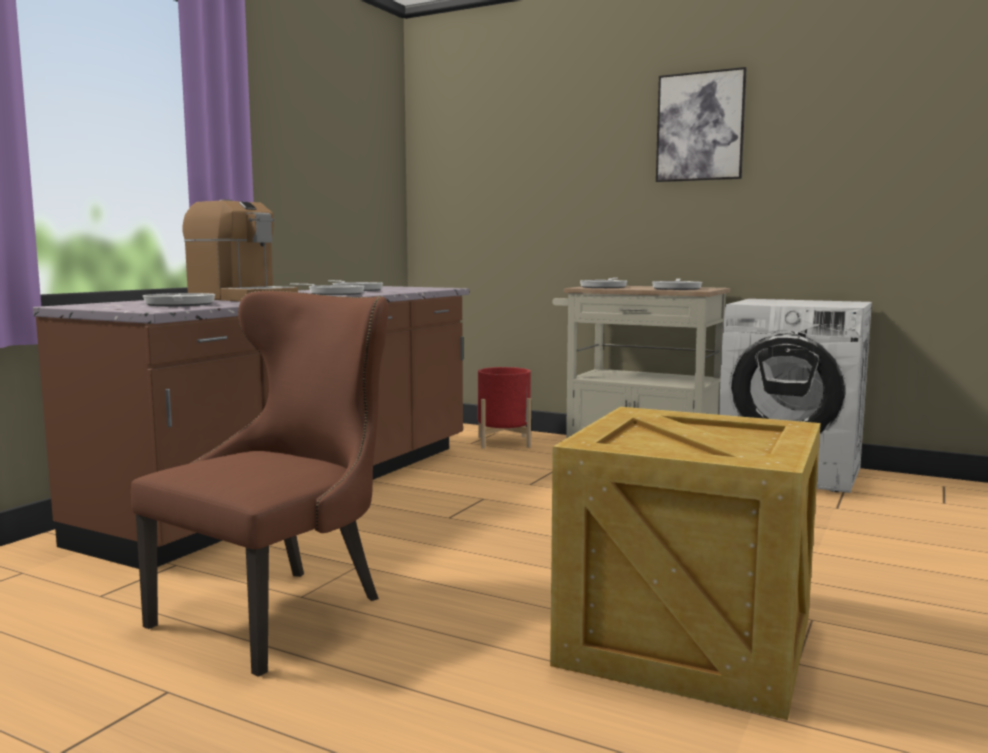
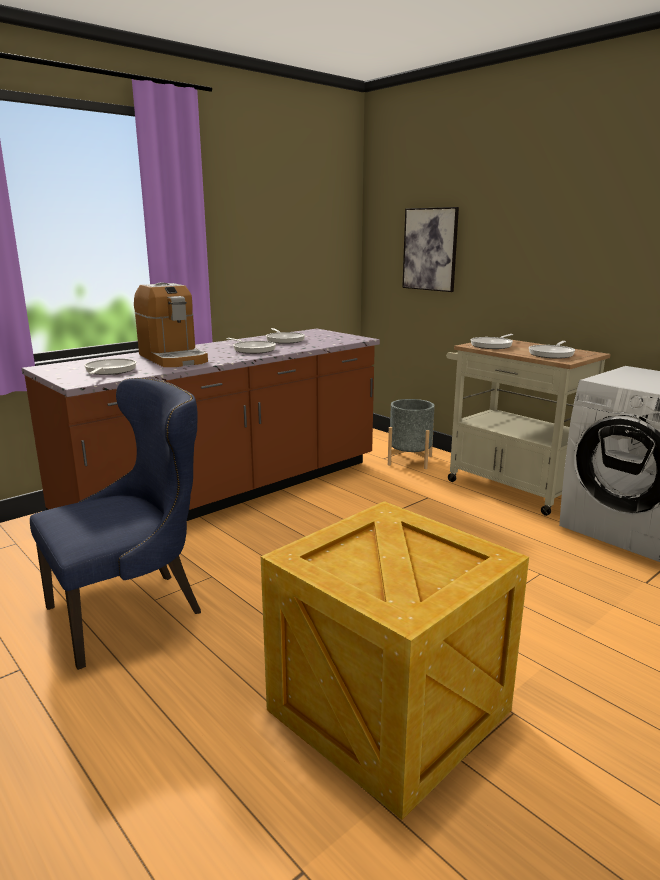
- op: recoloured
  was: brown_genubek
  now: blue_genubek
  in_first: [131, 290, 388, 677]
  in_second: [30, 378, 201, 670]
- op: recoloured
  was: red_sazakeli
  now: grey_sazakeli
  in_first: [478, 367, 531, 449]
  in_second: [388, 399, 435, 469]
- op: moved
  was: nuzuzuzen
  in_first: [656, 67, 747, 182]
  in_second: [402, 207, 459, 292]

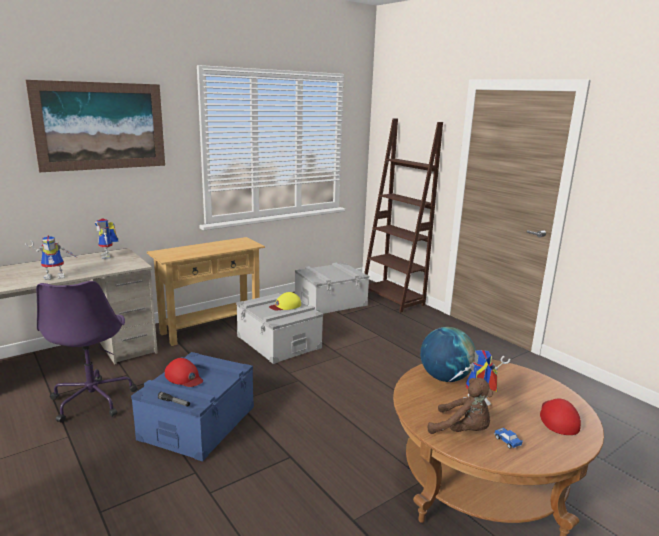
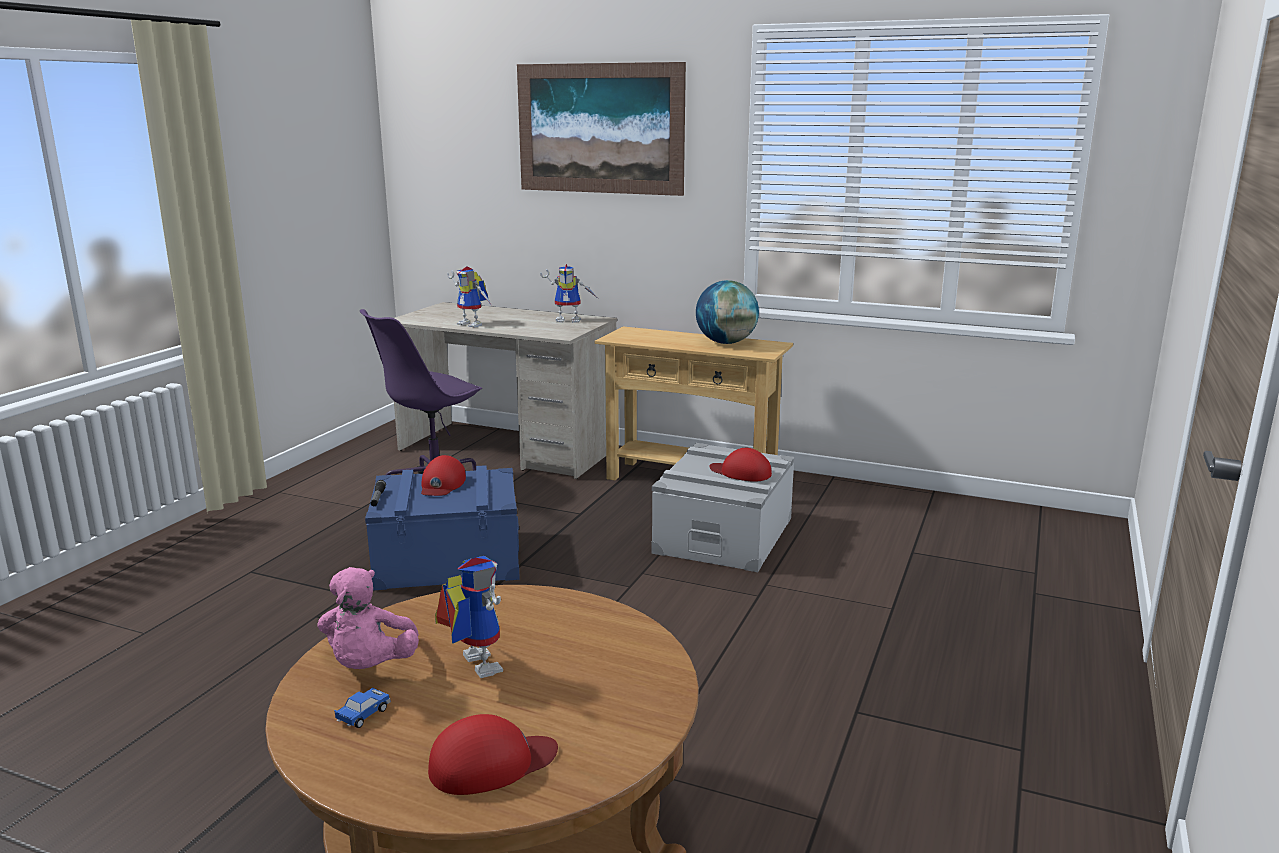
- op: turned
  was: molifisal
  in_first: [95, 218, 119, 259]
  in_second: [540, 264, 598, 322]
  clockwise: -120
- op: recoloured
  was: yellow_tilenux
  now: red_tilenux
  in_first: [269, 292, 301, 310]
  in_second: [709, 448, 772, 482]
- op: removed
  was: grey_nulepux
  in_first: [295, 263, 369, 314]
- op: removed
  was: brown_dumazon
  in_first: [364, 118, 443, 313]
- op: moved
  was: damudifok
  in_first: [420, 327, 476, 382]
  in_second: [696, 280, 759, 344]
- op: recoloured
  was: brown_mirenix
  now: pink_mirenix
  in_first: [428, 378, 493, 434]
  in_second: [317, 567, 419, 669]

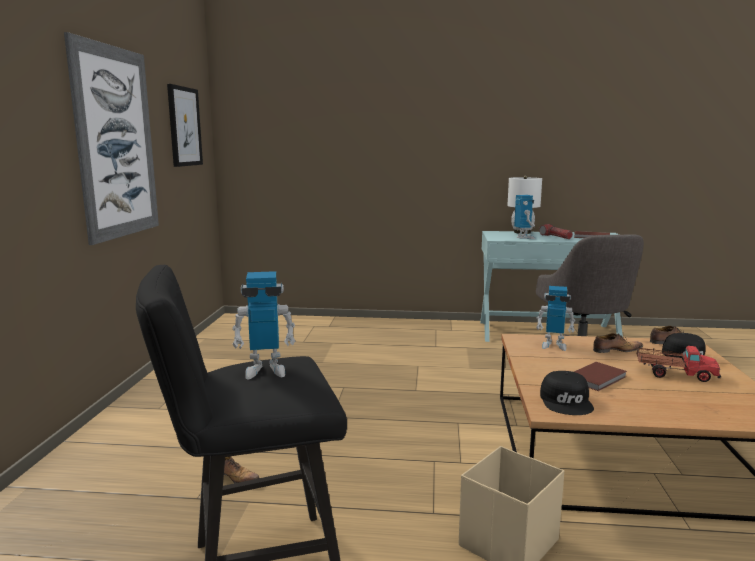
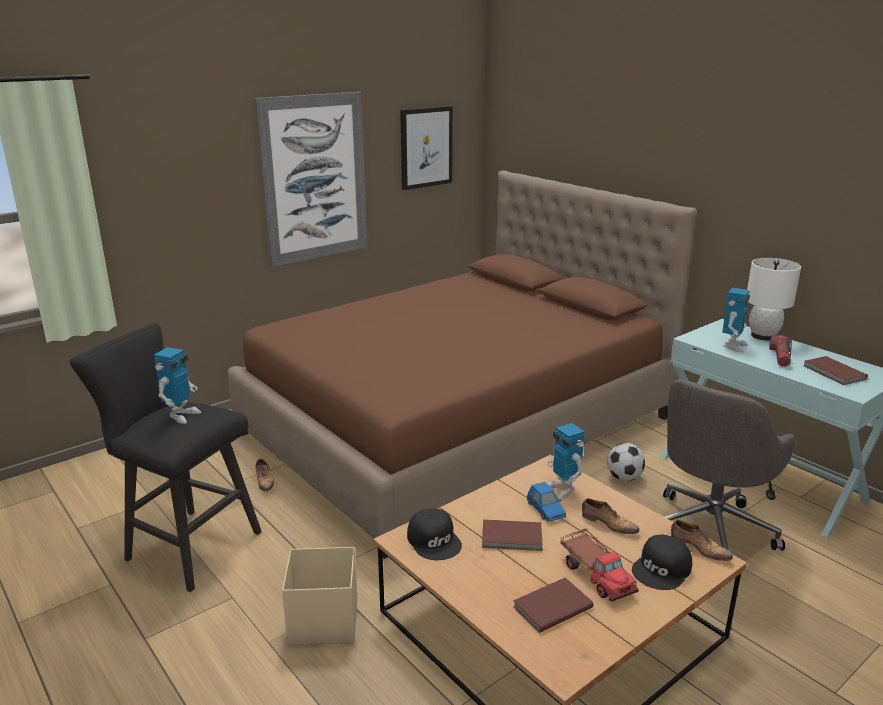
- op: turned
  was: molifisal
  in_first: [232, 271, 295, 379]
  in_second: [154, 347, 201, 424]
  clockwise: -105
- op: turned
  was: black_tilenux
  in_first: [540, 371, 594, 415]
  in_second: [407, 508, 462, 560]
  clockwise: -75
- op: added
  now: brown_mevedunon
  in_second: [228, 171, 697, 559]
- op: added
  now: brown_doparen
  in_second: [513, 577, 593, 633]
- op: added
  now: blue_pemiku
  in_second: [527, 482, 566, 522]
- op: added
  now: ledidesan
  in_second: [607, 443, 645, 481]

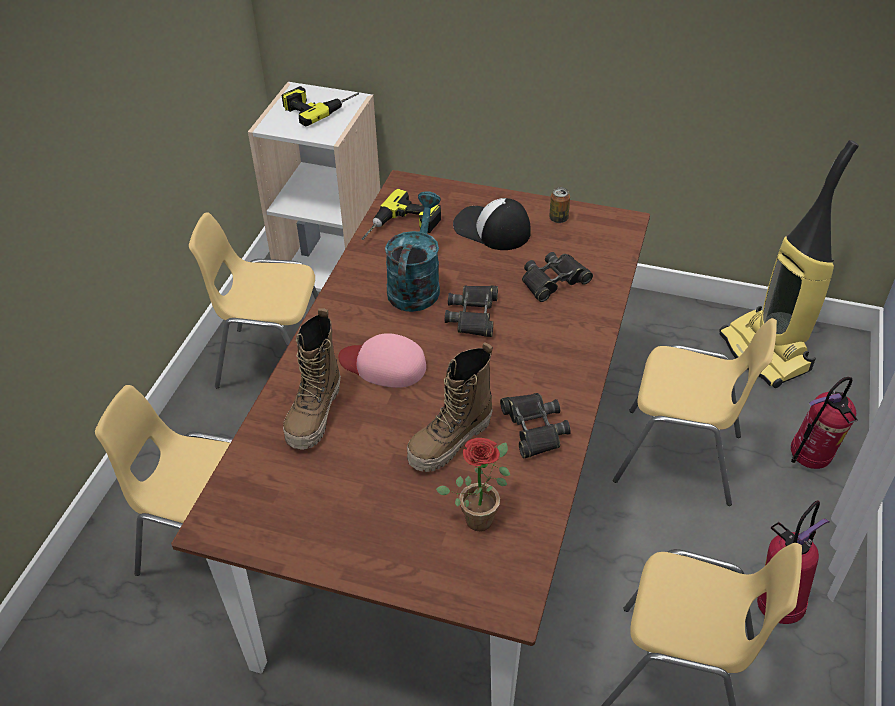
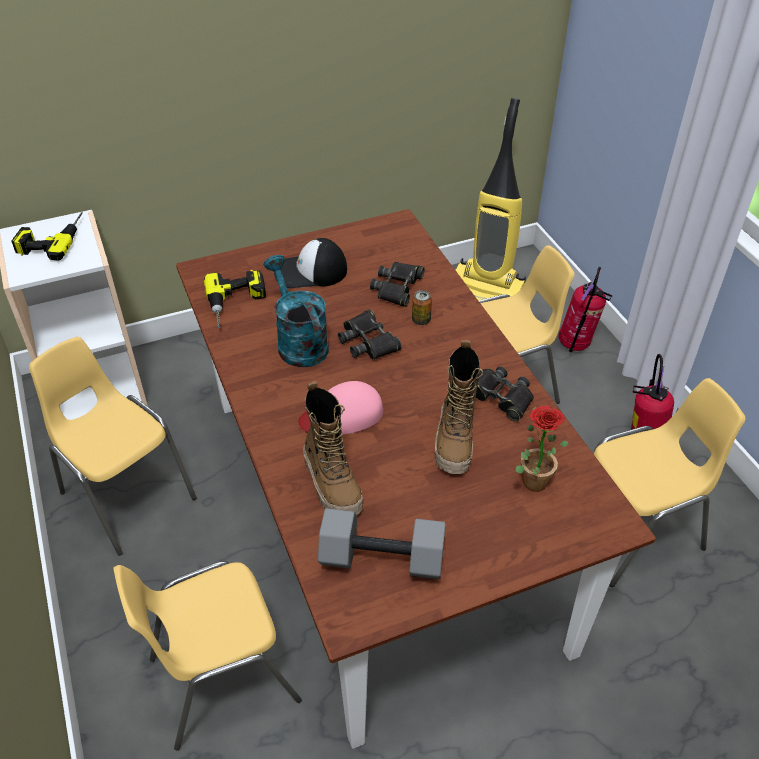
- op: turned
  was: yellow_genubek
  in_first: [189, 212, 318, 388]
  in_second: [29, 337, 197, 556]
  clockwise: 75
- op: moved
  was: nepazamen
  in_first: [549, 187, 570, 223]
  in_second: [412, 290, 432, 325]
- op: added
  now: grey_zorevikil
  in_second: [318, 508, 446, 579]

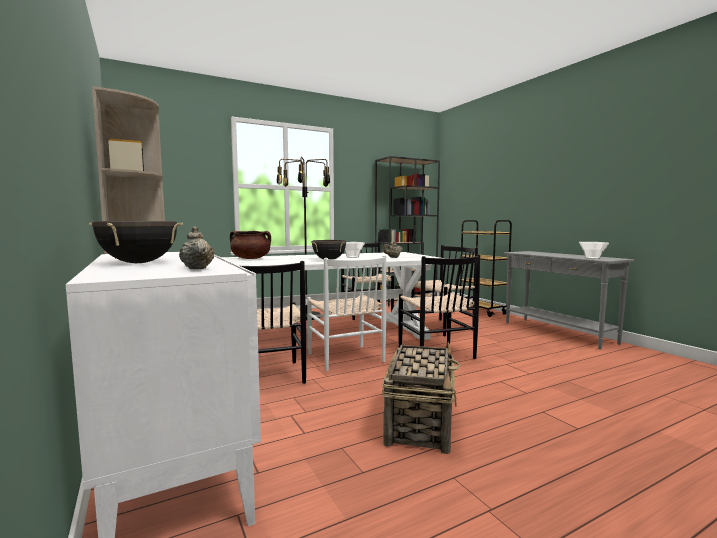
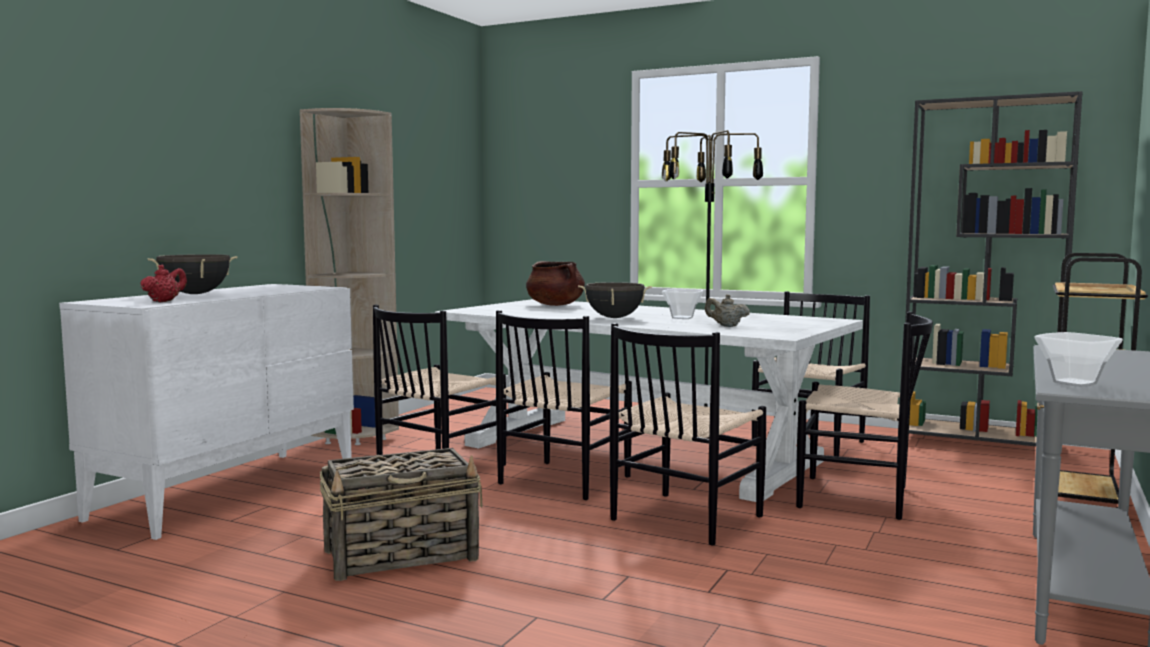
- op: recoloured
  was: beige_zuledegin
  now: red_zuledegin
  in_first: [179, 226, 215, 269]
  in_second: [140, 264, 187, 302]
- op: recoloured
  was: white_genubek
  now: black_genubek
  in_first: [307, 256, 386, 372]
  in_second: [496, 310, 632, 500]

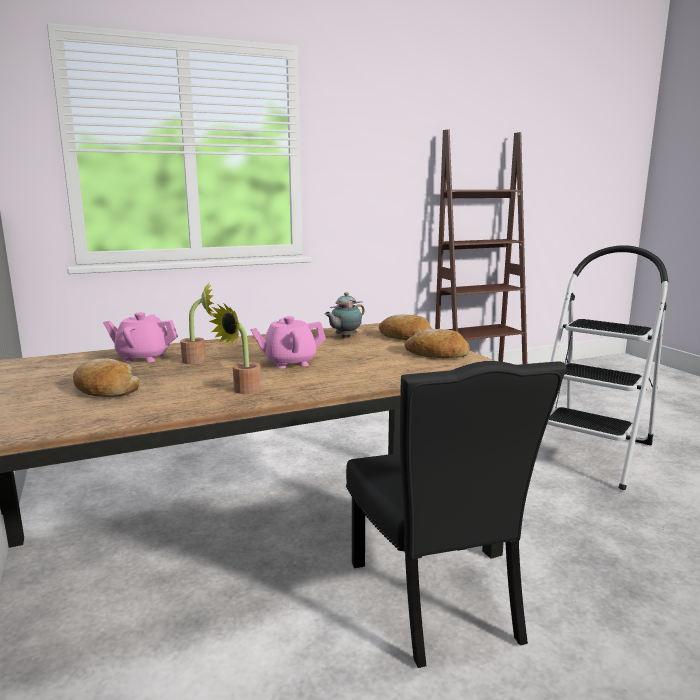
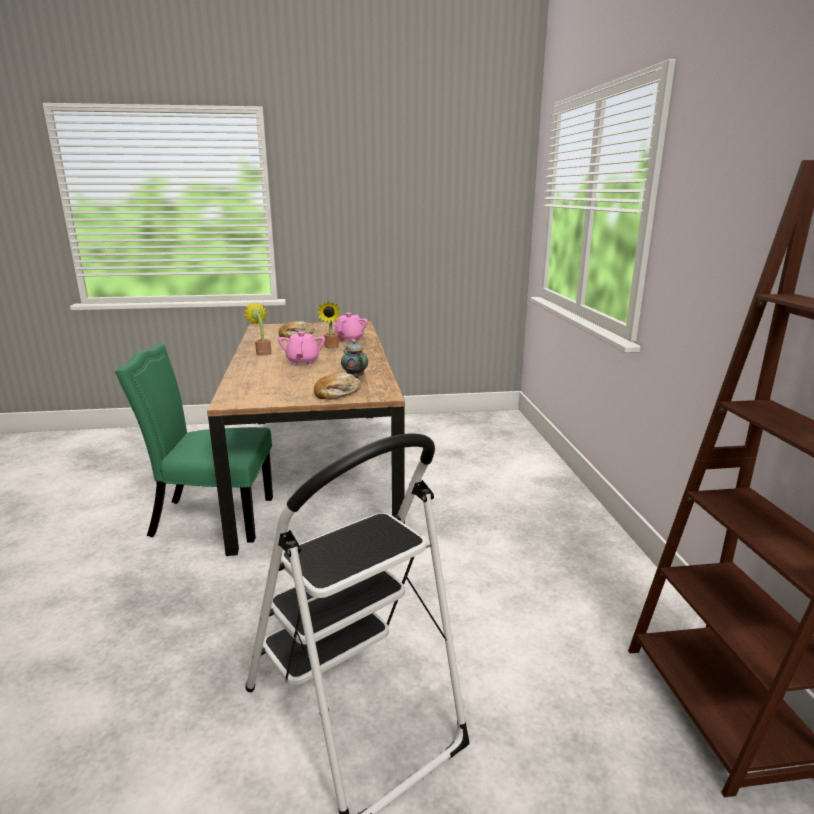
- op: recoloured
  was: black_genubek
  now: green_genubek
  in_first: [346, 361, 566, 668]
  in_second: [115, 343, 273, 543]
- op: removed
  was: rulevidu
  in_first: [404, 329, 470, 358]

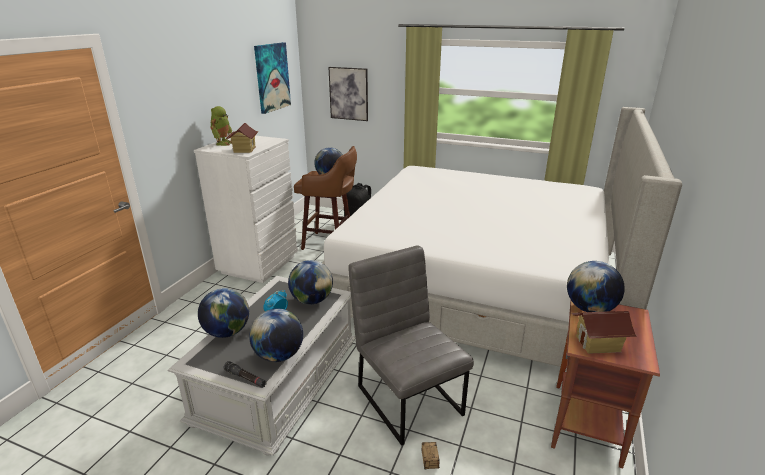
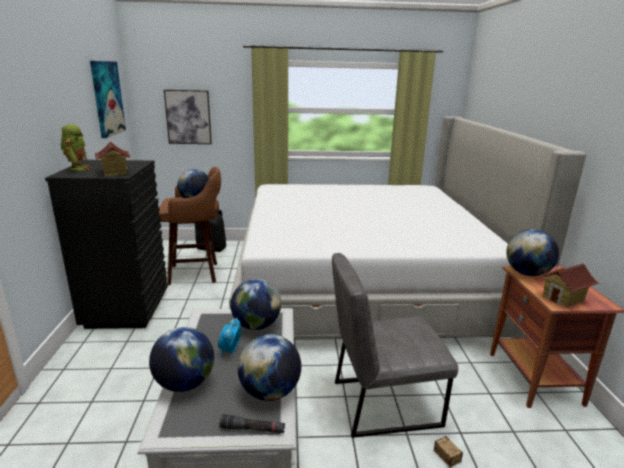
- op: recoloured
  was: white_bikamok
  now: black_bikamok
  in_first: [194, 136, 298, 283]
  in_second: [45, 160, 168, 329]
- op: turned
  was: grey_genubek
  in_first: [348, 245, 474, 446]
  in_second: [332, 253, 458, 438]
  clockwise: -45

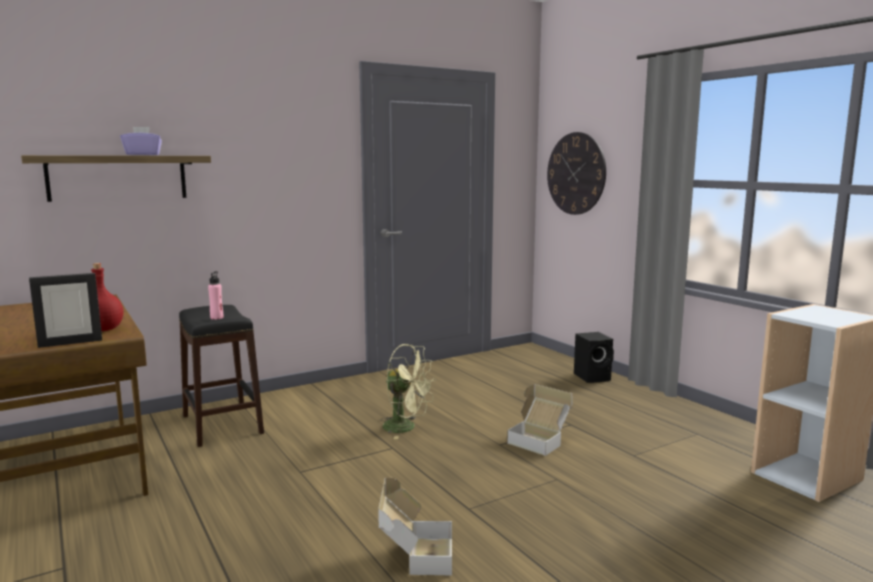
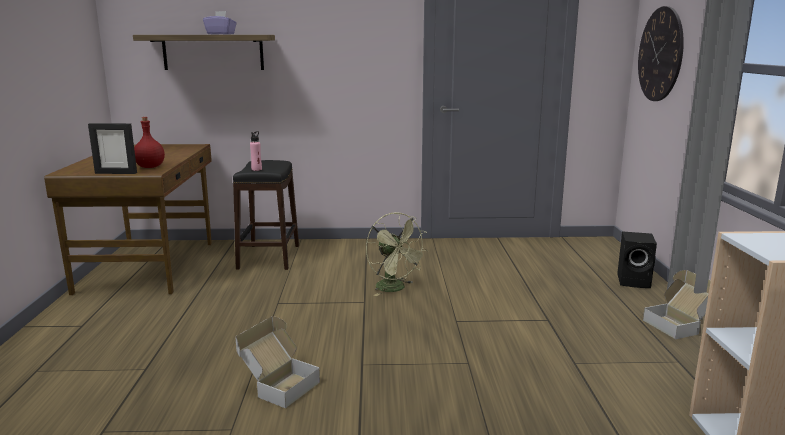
- op: moved
  was: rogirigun
  in_first: [507, 384, 572, 456]
  in_second: [643, 270, 711, 339]

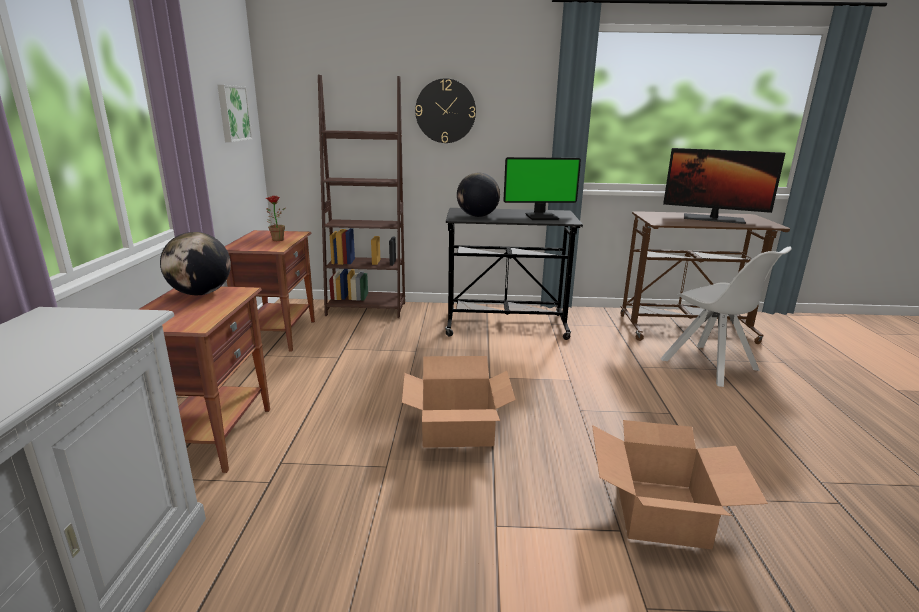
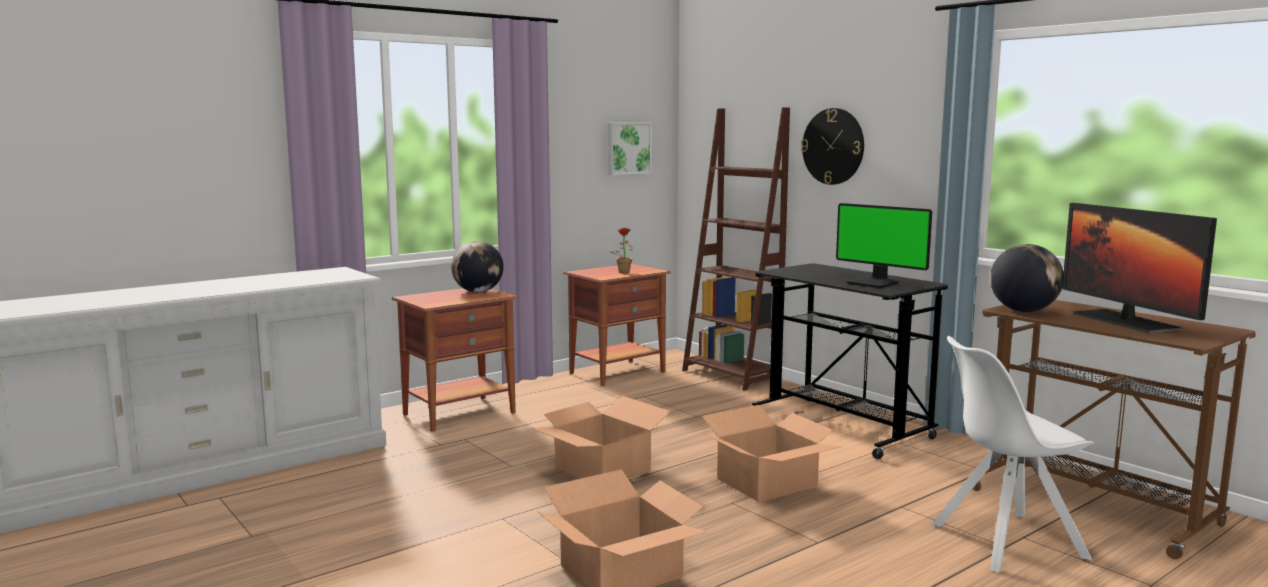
- op: moved
  was: damudifok
  in_first: [457, 173, 500, 217]
  in_second: [990, 244, 1064, 312]
- op: turned
  was: white_genubek
  in_first: [661, 246, 792, 387]
  in_second: [931, 336, 1094, 572]
  clockwise: 60
- op: added
  now: rogirigun
  in_second: [702, 405, 842, 502]

